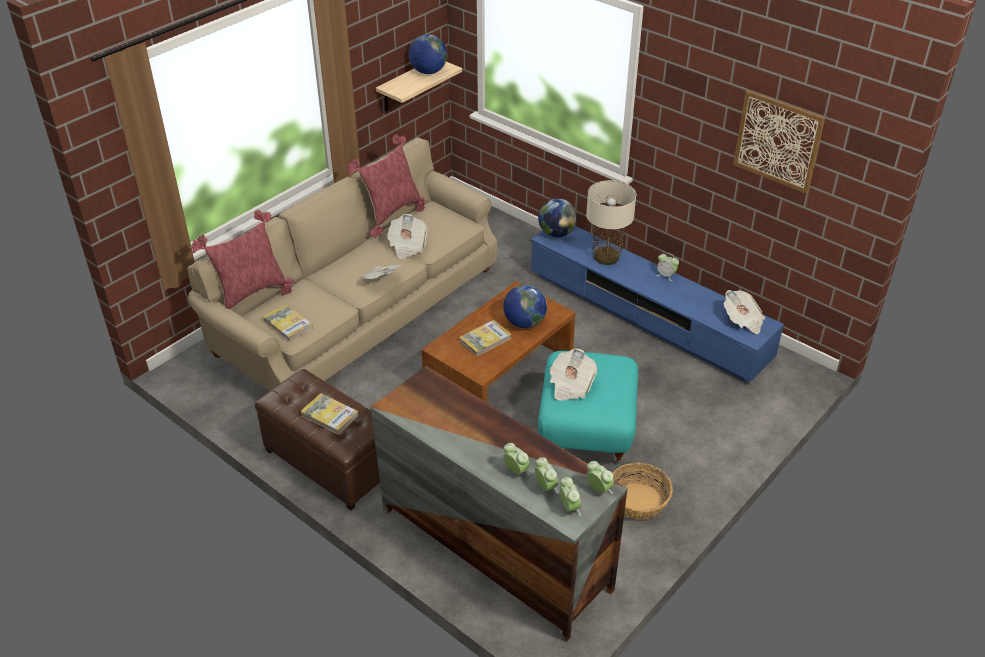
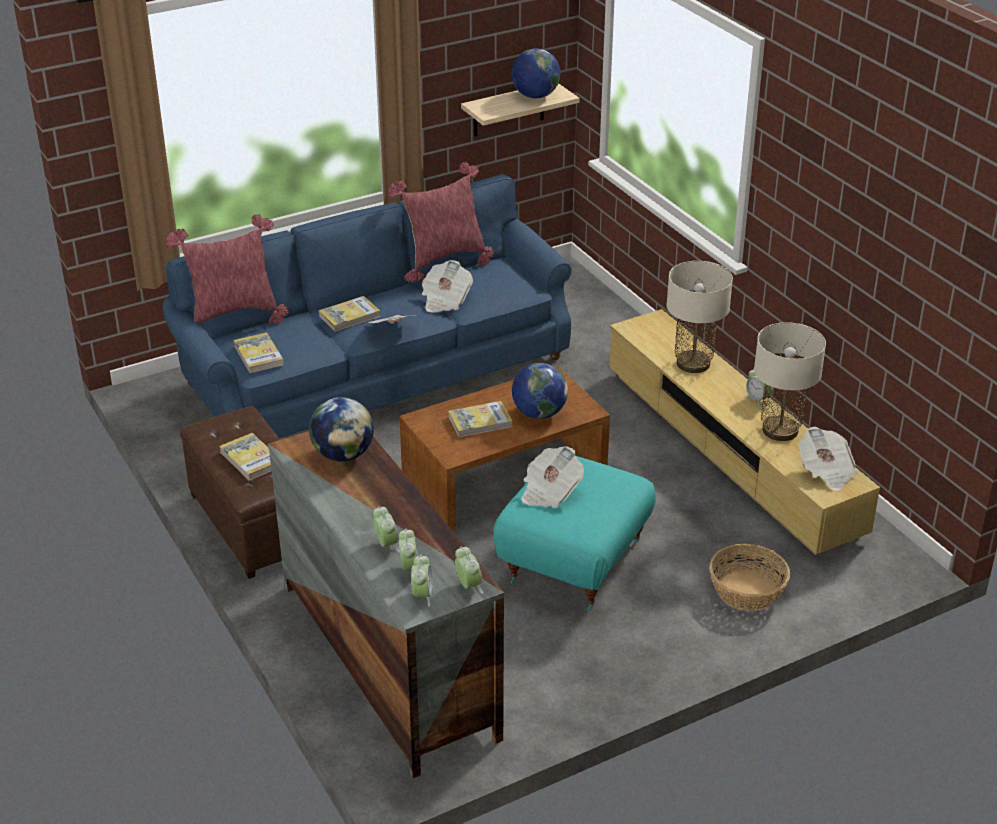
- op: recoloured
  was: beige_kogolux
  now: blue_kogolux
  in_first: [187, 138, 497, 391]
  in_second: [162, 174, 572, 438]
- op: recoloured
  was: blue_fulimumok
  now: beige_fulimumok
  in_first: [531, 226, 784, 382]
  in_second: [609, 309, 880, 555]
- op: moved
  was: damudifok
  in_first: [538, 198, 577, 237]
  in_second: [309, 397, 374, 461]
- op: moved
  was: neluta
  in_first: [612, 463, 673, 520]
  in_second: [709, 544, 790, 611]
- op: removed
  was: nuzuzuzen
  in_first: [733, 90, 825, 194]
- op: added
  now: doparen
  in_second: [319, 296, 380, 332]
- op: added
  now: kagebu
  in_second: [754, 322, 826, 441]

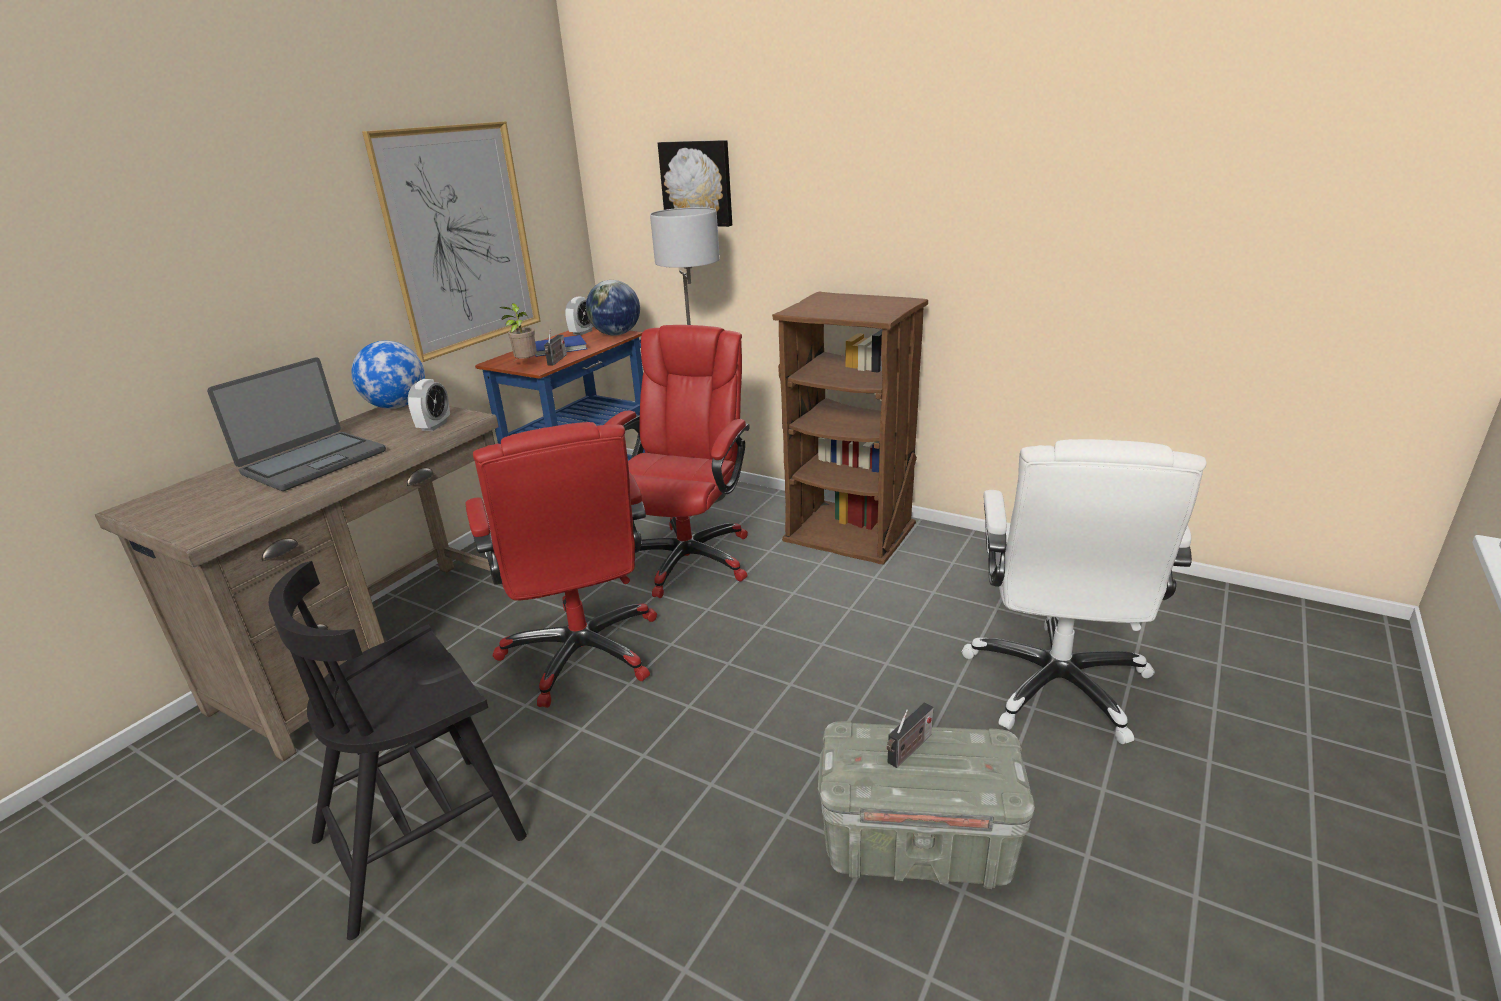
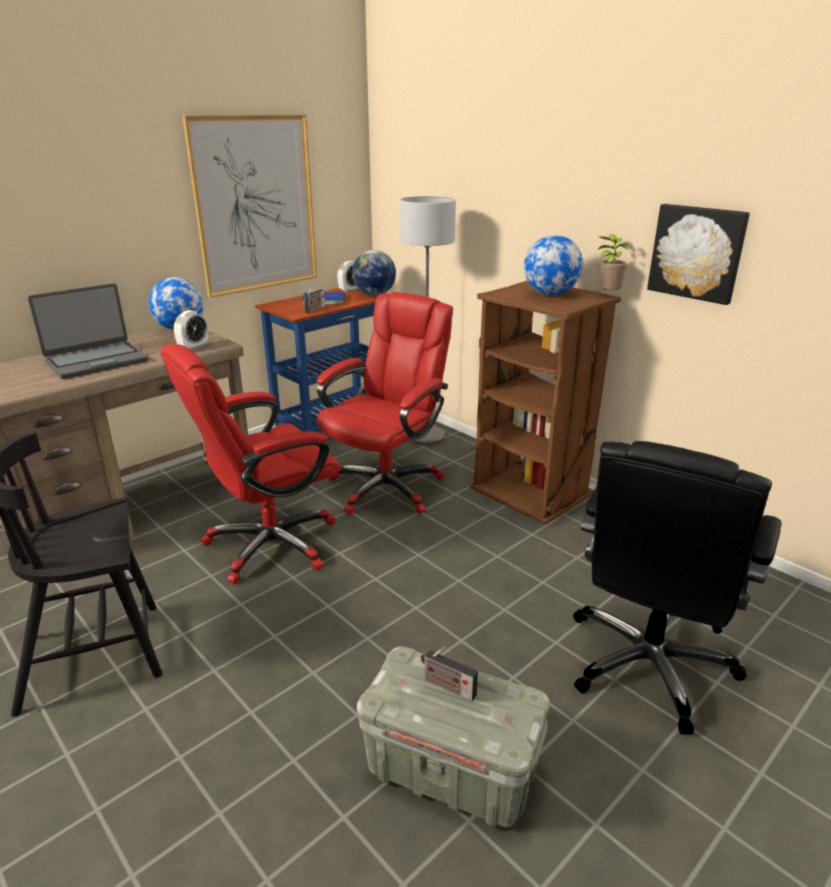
- op: turned
  was: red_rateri
  in_first: [465, 422, 657, 708]
  in_second: [160, 344, 340, 585]
  clockwise: 60
- op: moved
  was: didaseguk
  in_first: [499, 303, 537, 363]
  in_second: [595, 235, 628, 293]
- op: moved
  was: nuzuzuzen
  in_first: [658, 140, 732, 227]
  in_second: [647, 204, 750, 305]
- op: turned
  was: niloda
  in_first: [887, 702, 933, 768]
  in_second: [421, 646, 478, 701]
  clockwise: 60
- op: recoloured
  was: white_rateri
  now: black_rateri
  in_first: [961, 439, 1207, 744]
  in_second: [573, 441, 782, 735]
- op: added
  now: damudifok
  in_second: [524, 235, 583, 296]

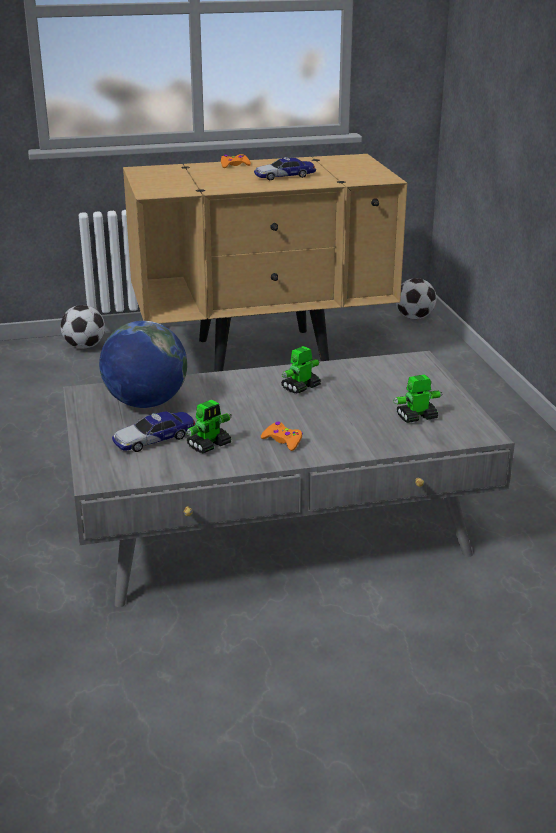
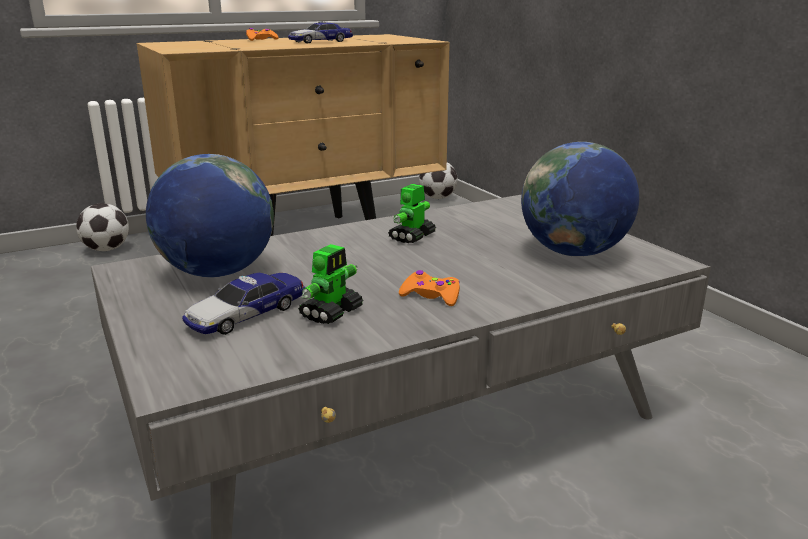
- op: replaced
  was: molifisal
  now: damudifok
  in_first: [393, 374, 443, 423]
  in_second: [521, 142, 639, 257]

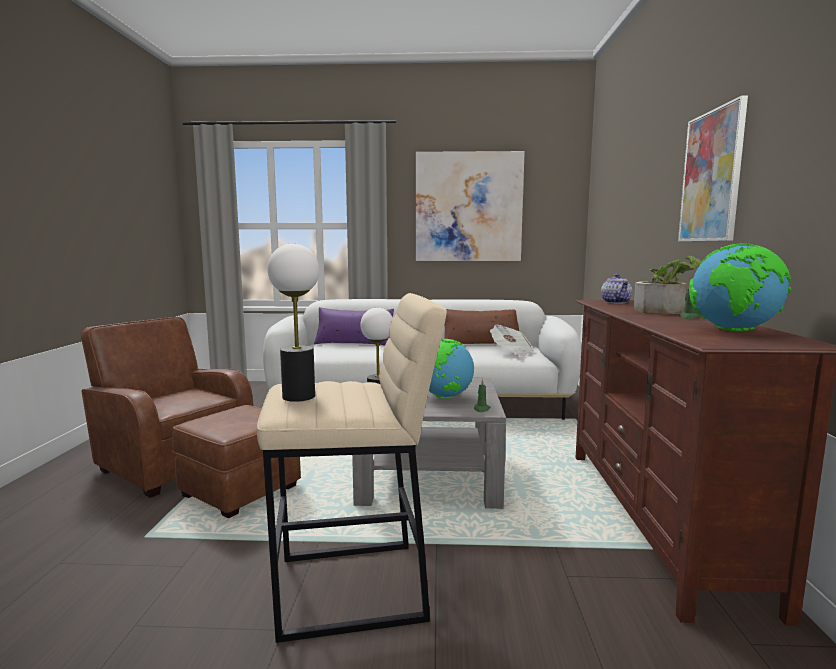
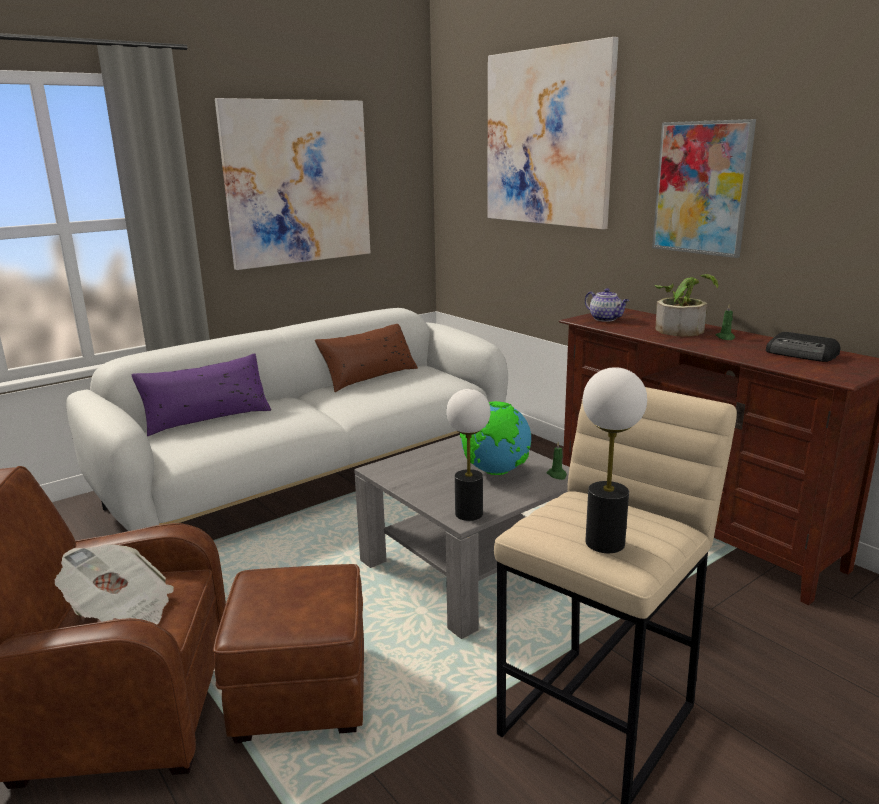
- op: moved
  was: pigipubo
  in_first: [490, 325, 534, 357]
  in_second: [54, 544, 174, 624]
- op: replaced
  was: damudifok
  now: niloda
  in_first: [689, 243, 791, 331]
  in_second: [766, 332, 840, 362]
- op: added
  now: nuzuzuzen
  in_second: [487, 37, 619, 230]

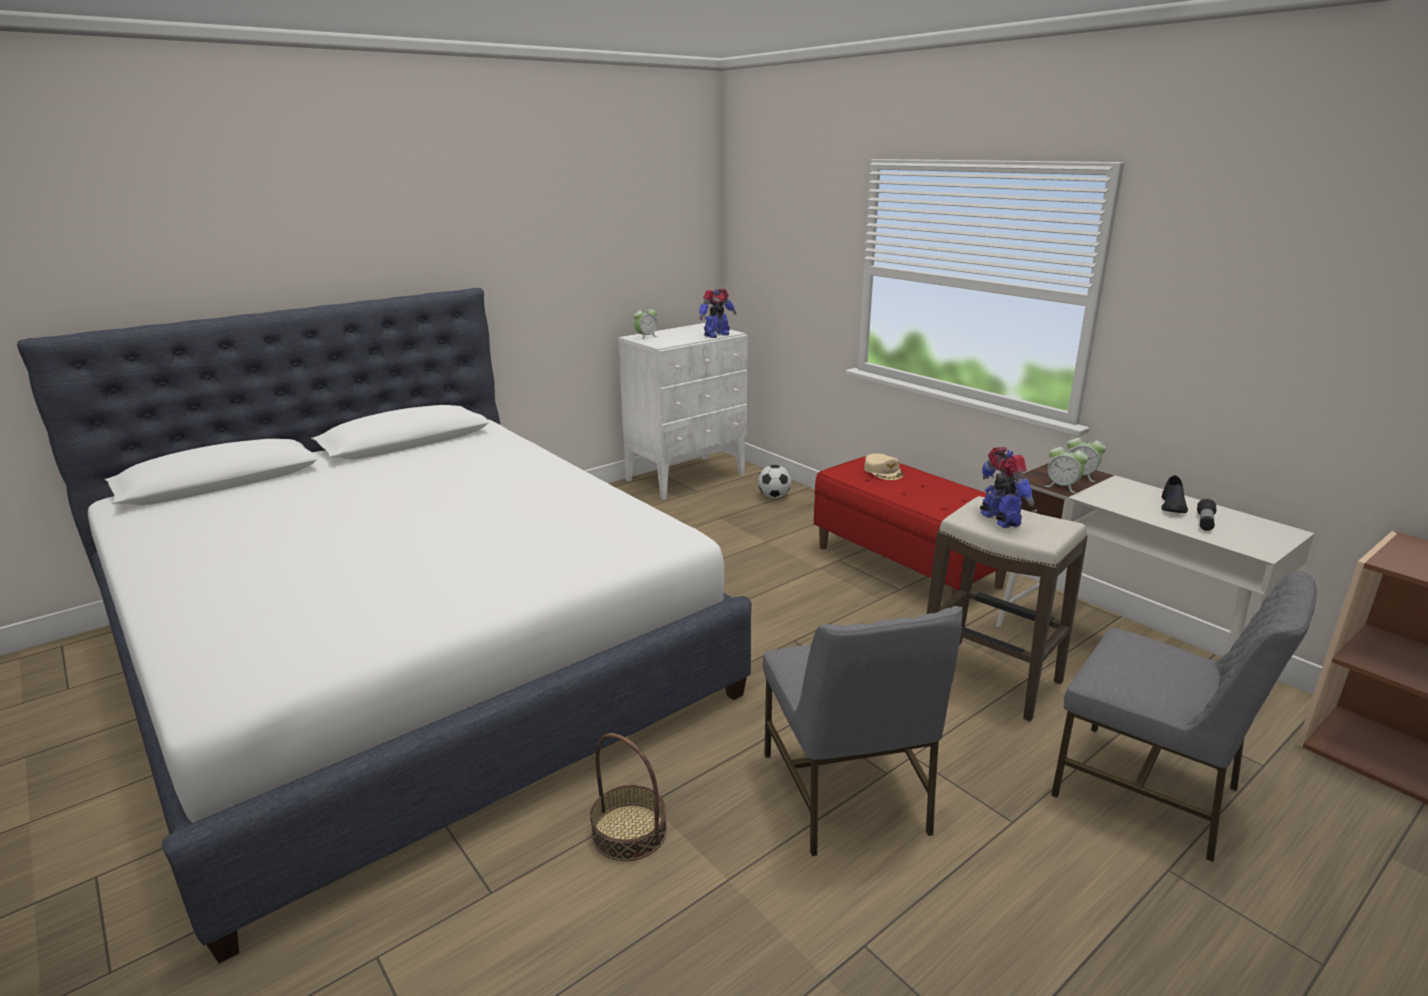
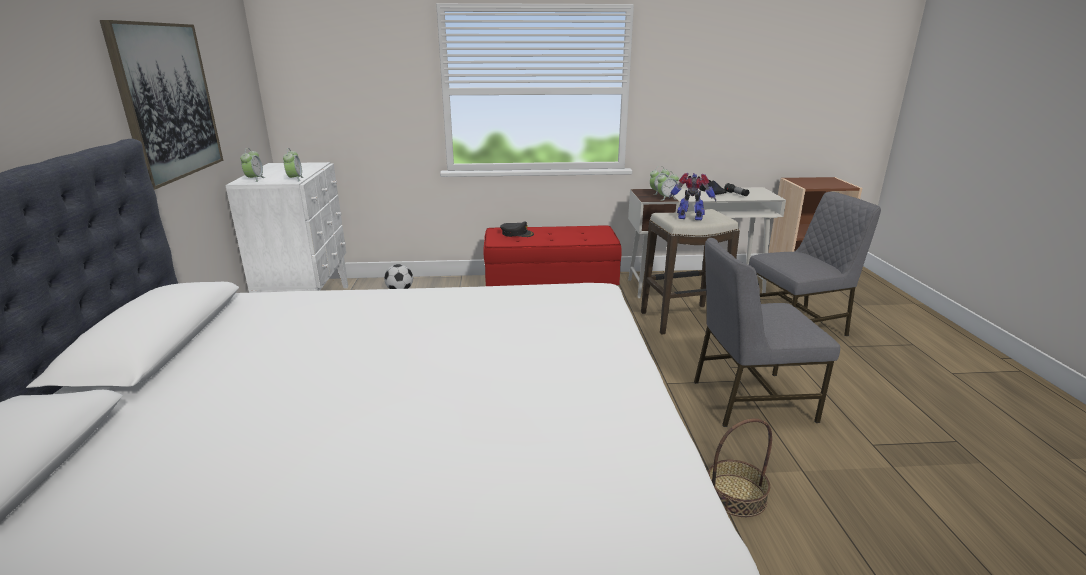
- op: removed
  was: molifisal
  in_first: [699, 288, 736, 338]
- op: turned
  was: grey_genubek
  in_first: [763, 606, 963, 856]
  in_second: [694, 238, 840, 427]
  clockwise: 150
- op: recoloured
  was: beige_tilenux
  now: black_tilenux
  in_first: [864, 454, 903, 480]
  in_second: [500, 222, 534, 237]
- op: added
  now: nuzuzuzen
  in_second: [100, 20, 223, 190]
- op: added
  now: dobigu
  in_second: [283, 148, 304, 182]

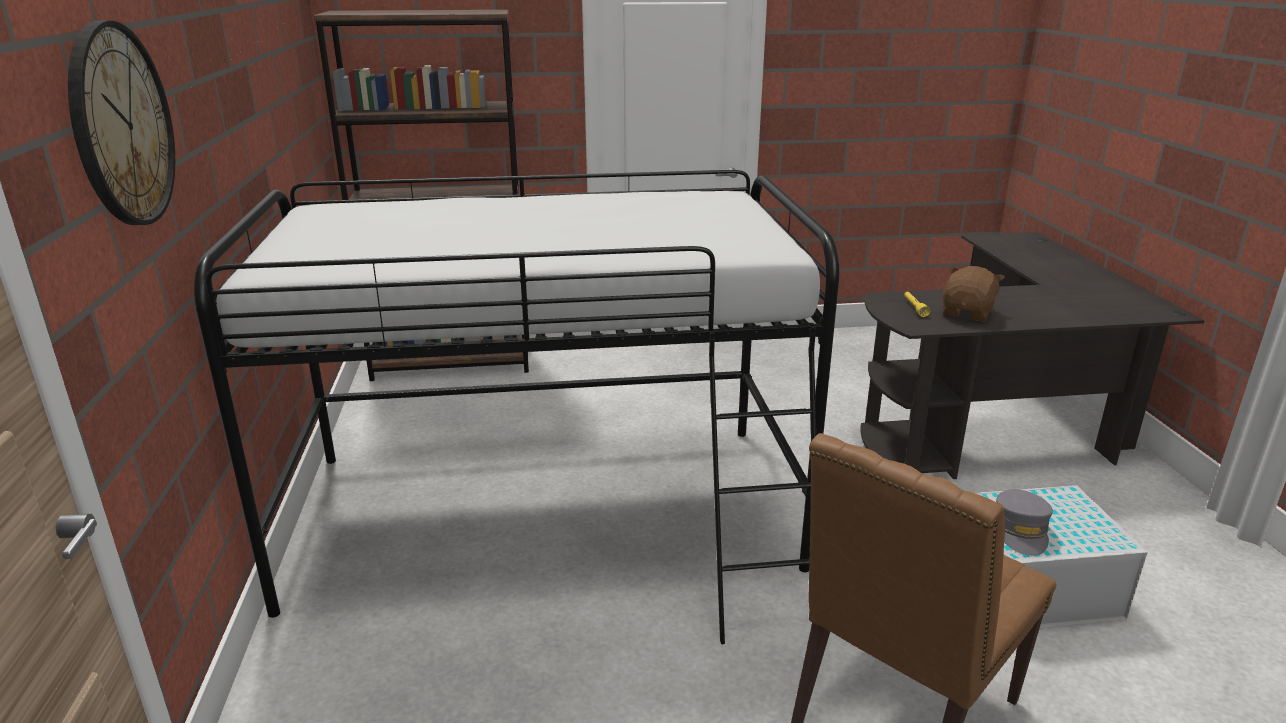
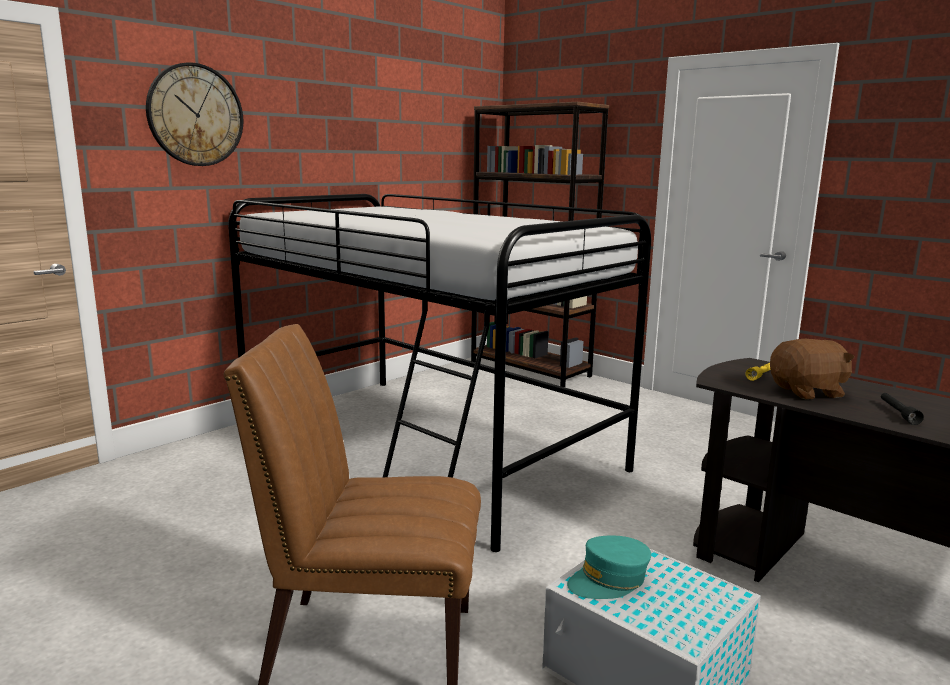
- op: recoloured
  was: grey_tilenux
  now: turquoise_tilenux
  in_first: [996, 489, 1053, 556]
  in_second: [567, 535, 651, 599]
- op: added
  now: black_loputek
  in_second: [881, 393, 924, 425]

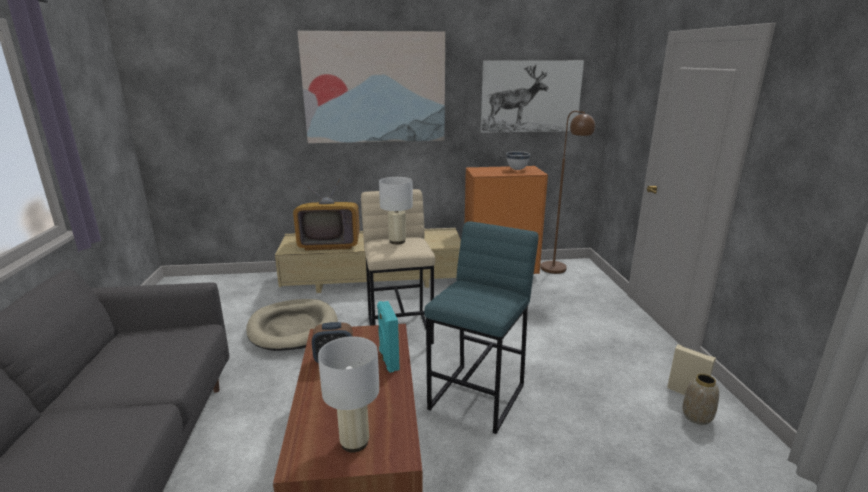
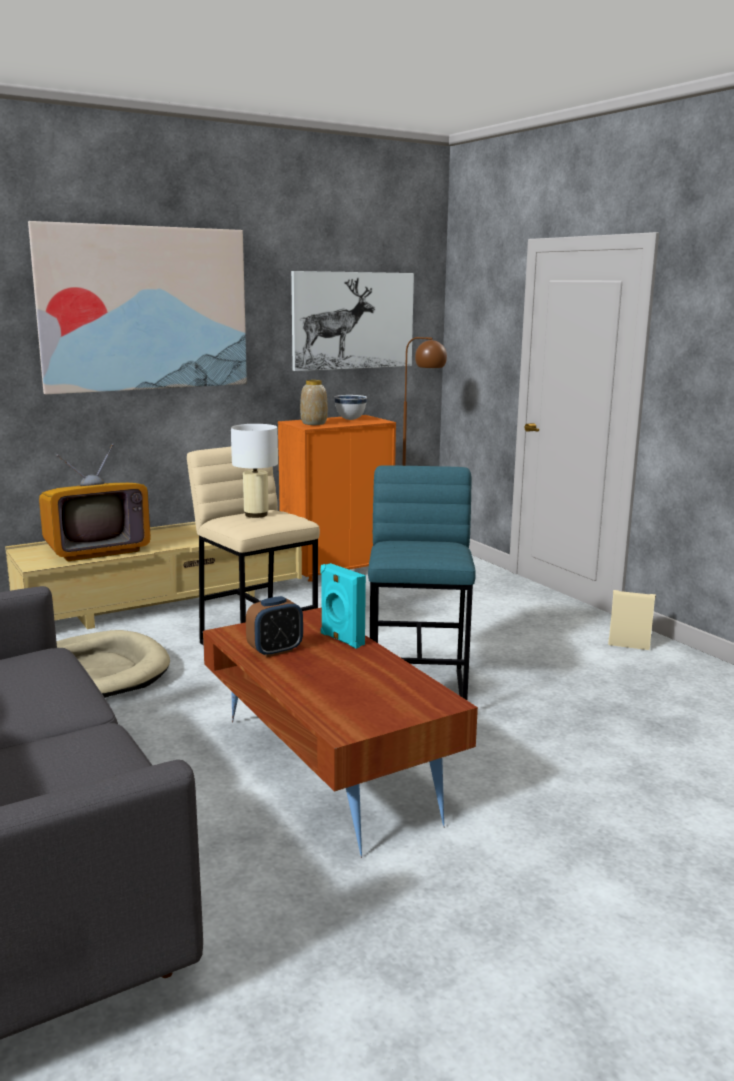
- op: removed
  was: white_kagebu
  in_first: [318, 336, 379, 452]
- op: moved
  was: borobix
  in_first: [682, 374, 719, 425]
  in_second: [300, 380, 328, 425]

